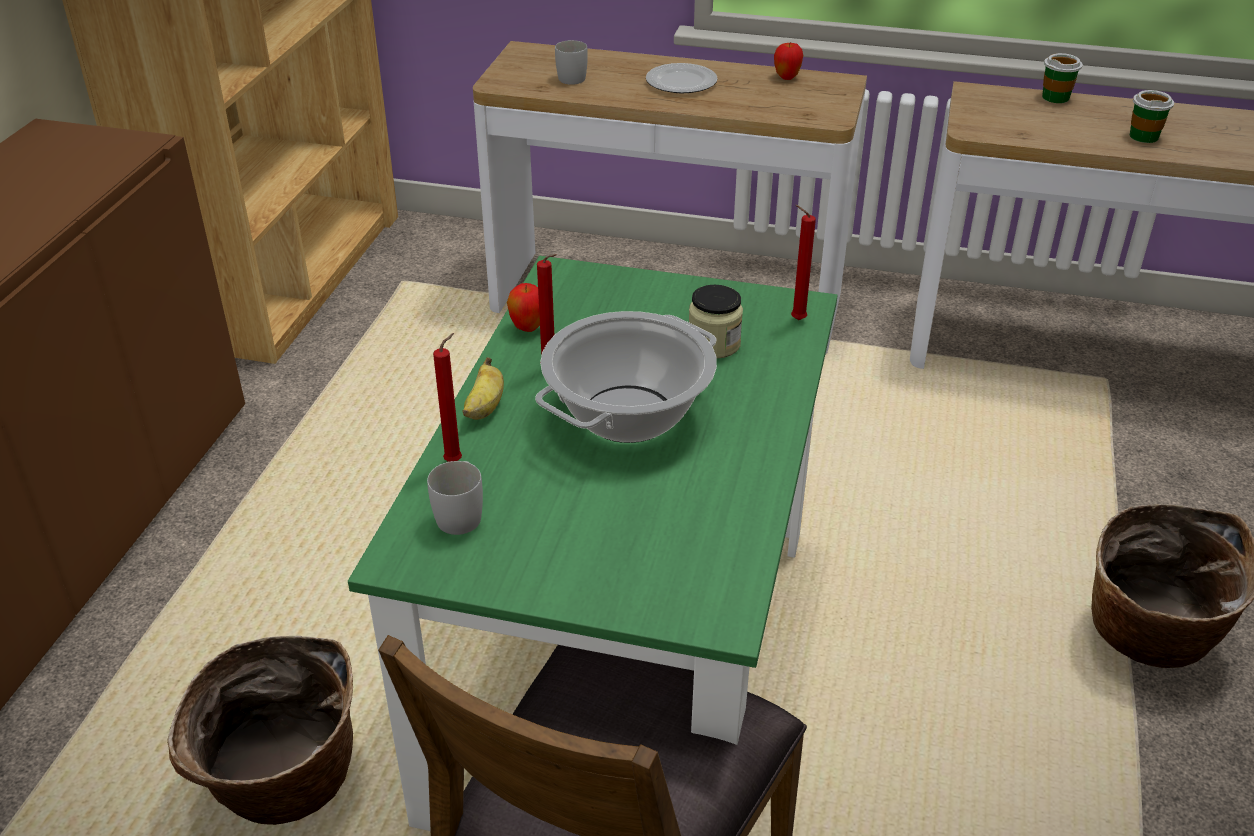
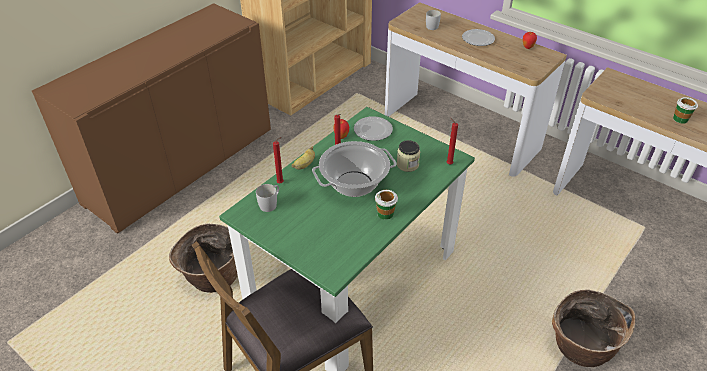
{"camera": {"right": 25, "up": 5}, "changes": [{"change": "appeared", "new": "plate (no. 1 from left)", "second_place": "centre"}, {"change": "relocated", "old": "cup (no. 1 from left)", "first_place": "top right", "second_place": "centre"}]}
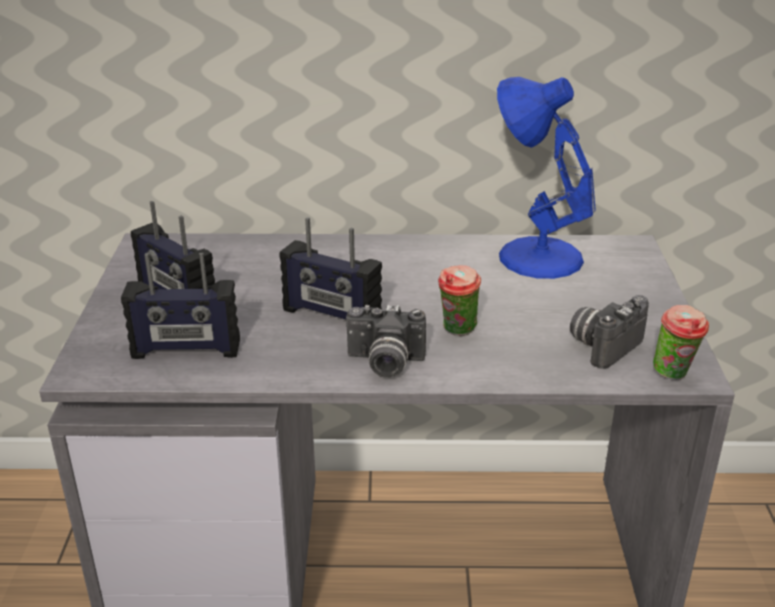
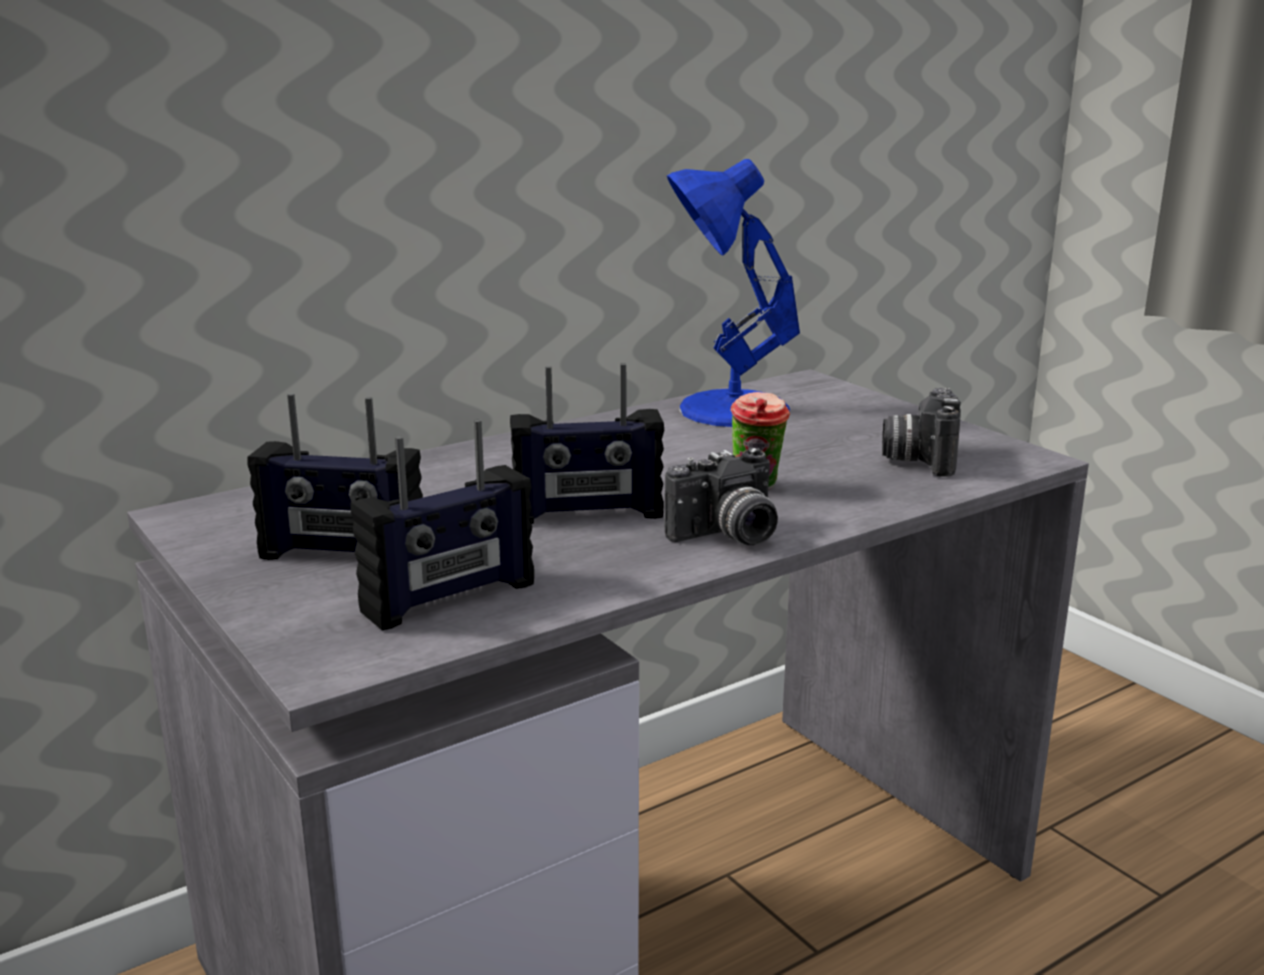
{"camera": {"right": -35, "up": -10}, "changes": [{"change": "missing", "old": "cup (no. 2 from left)", "first_place": "middle right"}]}
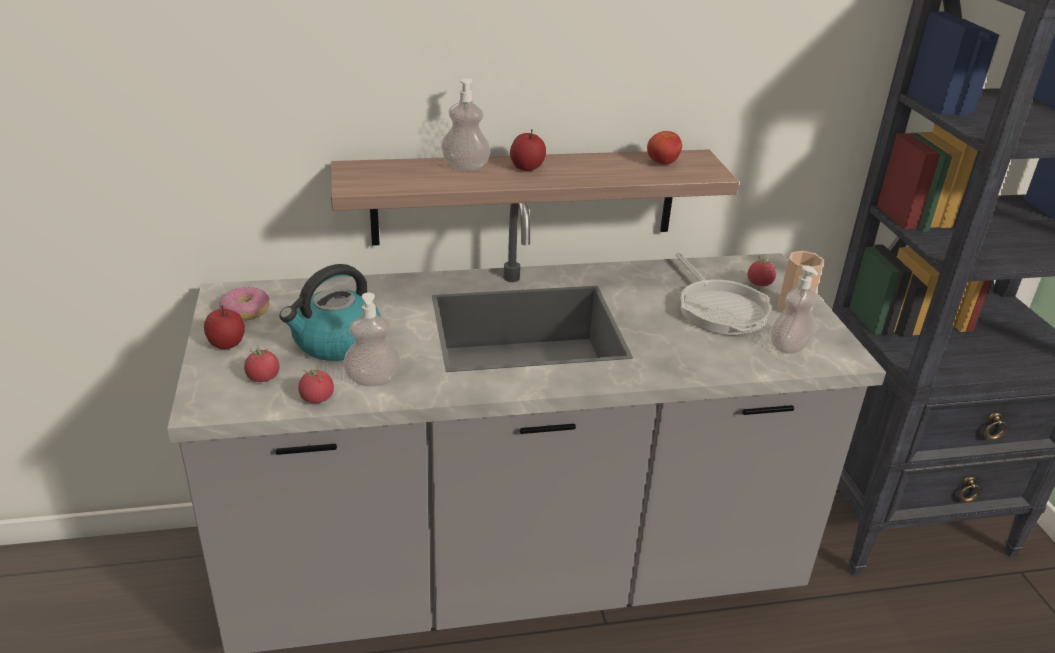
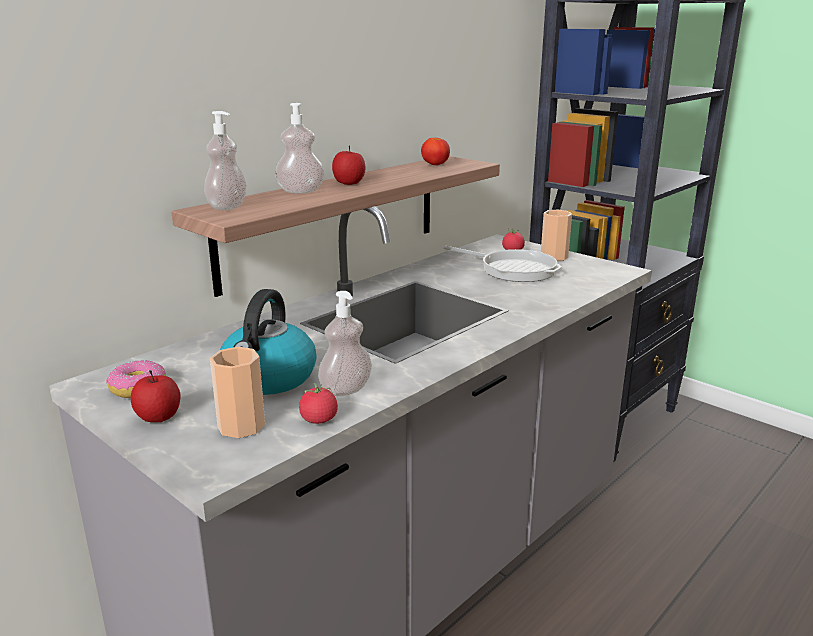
{"camera": {"right": -35, "up": -10}, "changes": [{"change": "relocated", "old": "soap dispenser (no. 3 from left in the first image)", "new": "soap dispenser (no. 1 from left)", "first_place": "middle right", "second_place": "top left"}, {"change": "exchanged", "old": "tomato (no. 1 from left)", "new": "cup (no. 1 from left)", "first_place": "middle left", "second_place": "middle left"}]}
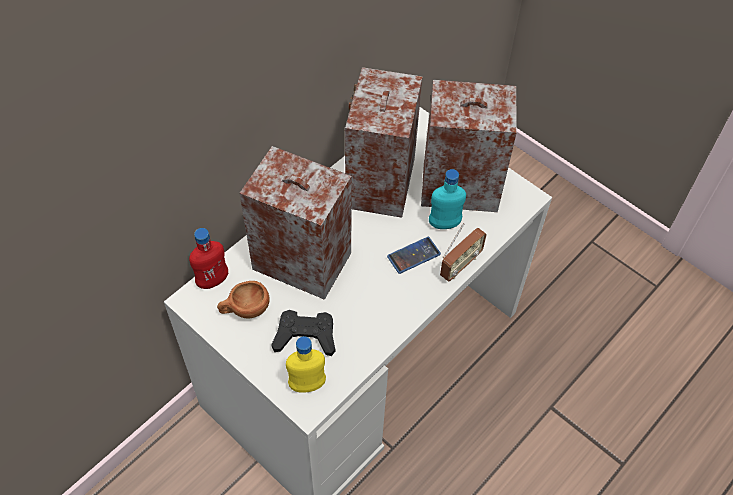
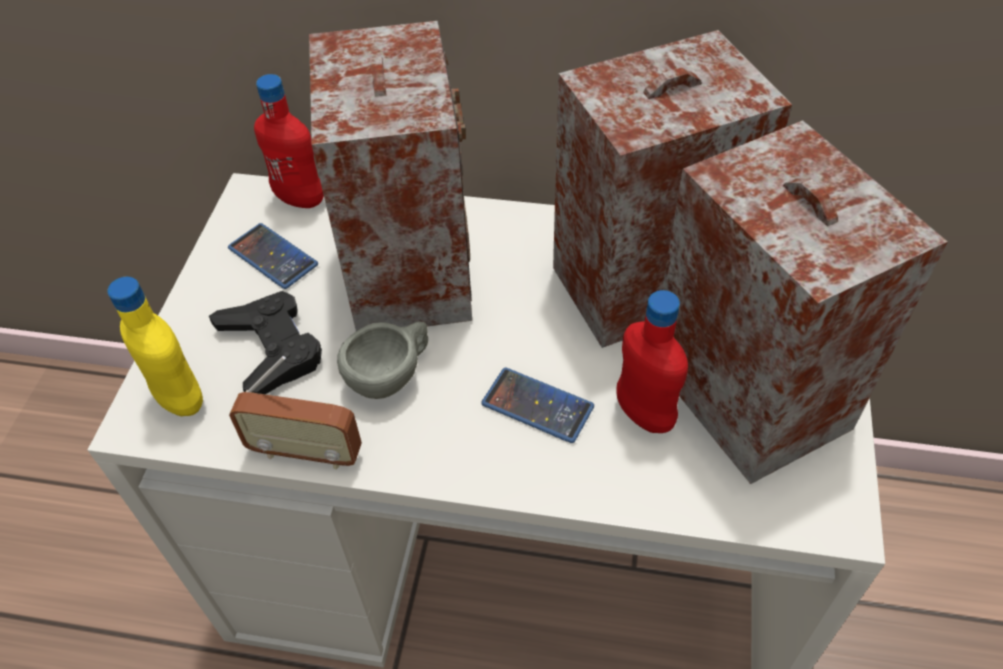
{"camera": {"right": 60, "up": -5}, "changes": [{"change": "exchanged", "old": "brown cup", "new": "phone (no. 1 from left)", "first_place": "middle left", "second_place": "middle left"}, {"change": "relocated", "old": "radio", "first_place": "centre", "second_place": "middle left"}, {"change": "appeared", "new": "grey cup", "second_place": "centre"}, {"change": "colour", "old": "turquoise bottle", "new": "red bottle (no. 2 from left)", "first_place": "centre", "second_place": "centre"}]}
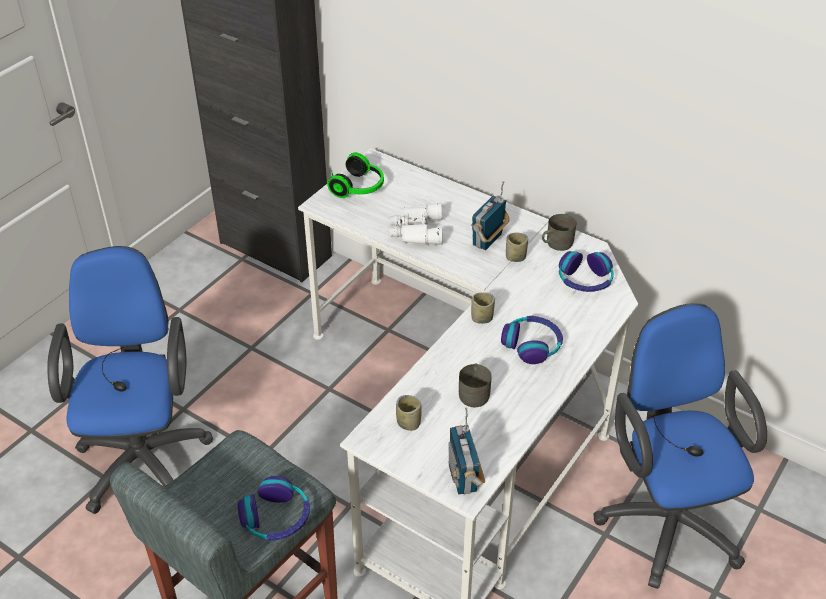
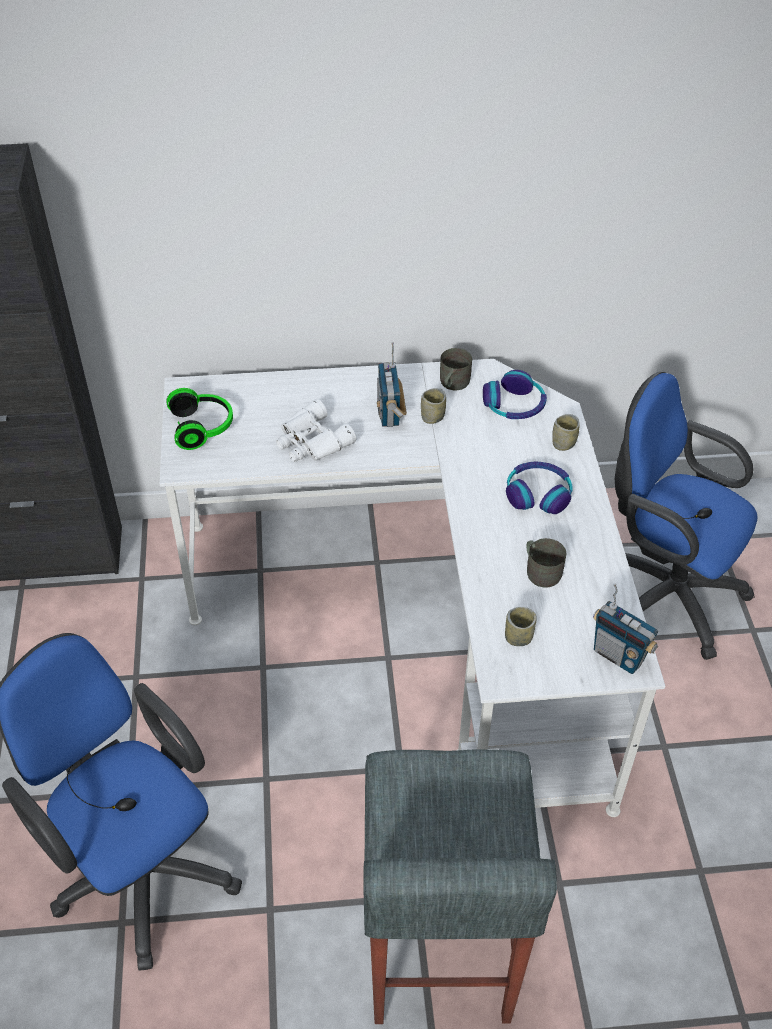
{"camera": {"right": -40, "up": 5}, "changes": [{"change": "relocated", "old": "cup (no. 2 from left in the first image)", "new": "cup (no. 3 from left)", "first_place": "centre", "second_place": "middle right"}, {"change": "missing", "old": "headphones (no. 1 from left)", "first_place": "bottom left"}]}
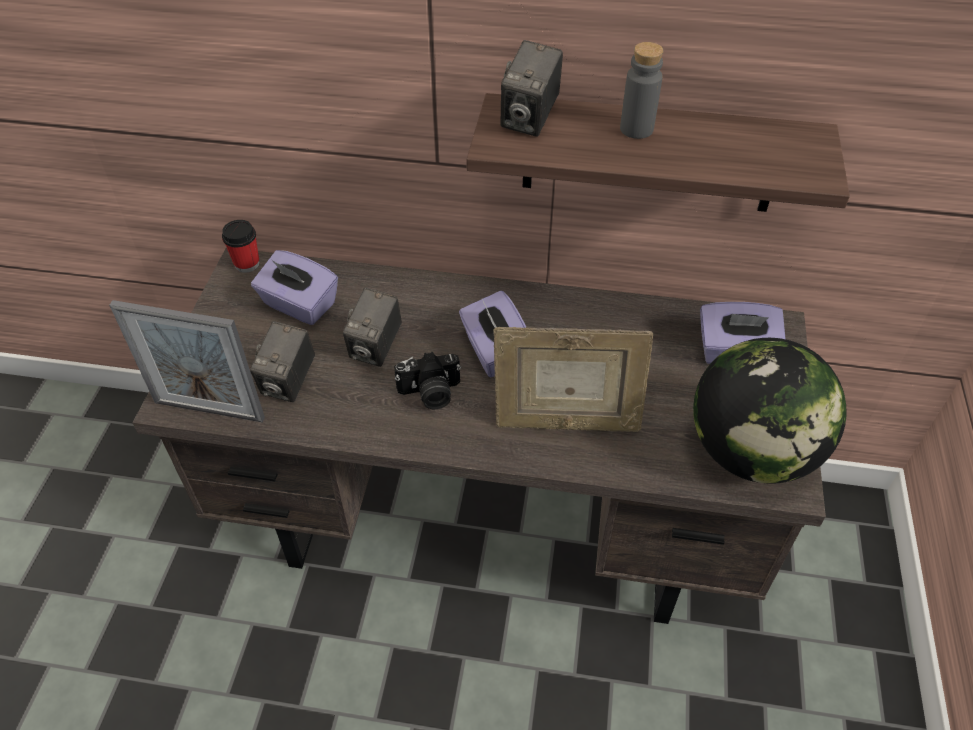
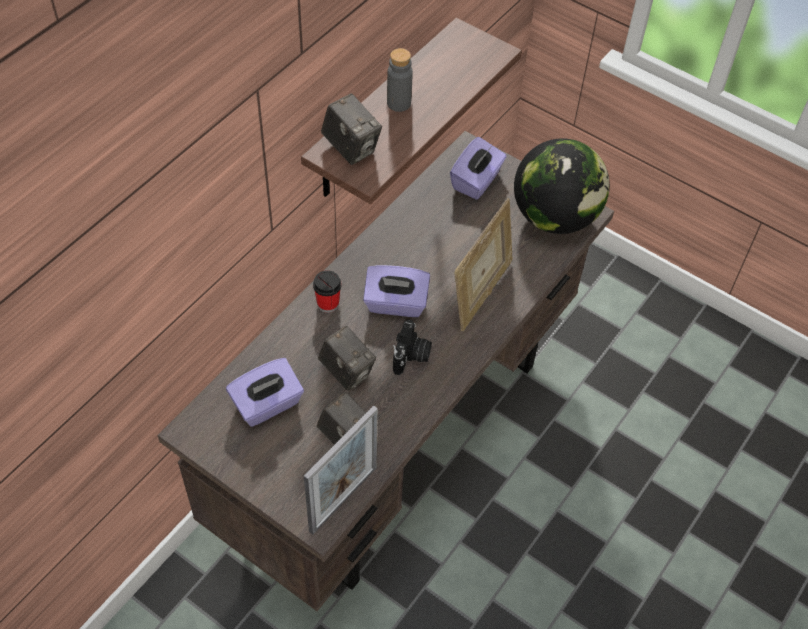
{"camera": {"right": -65, "up": 5}, "changes": [{"change": "relocated", "old": "cup", "first_place": "middle left", "second_place": "centre"}]}
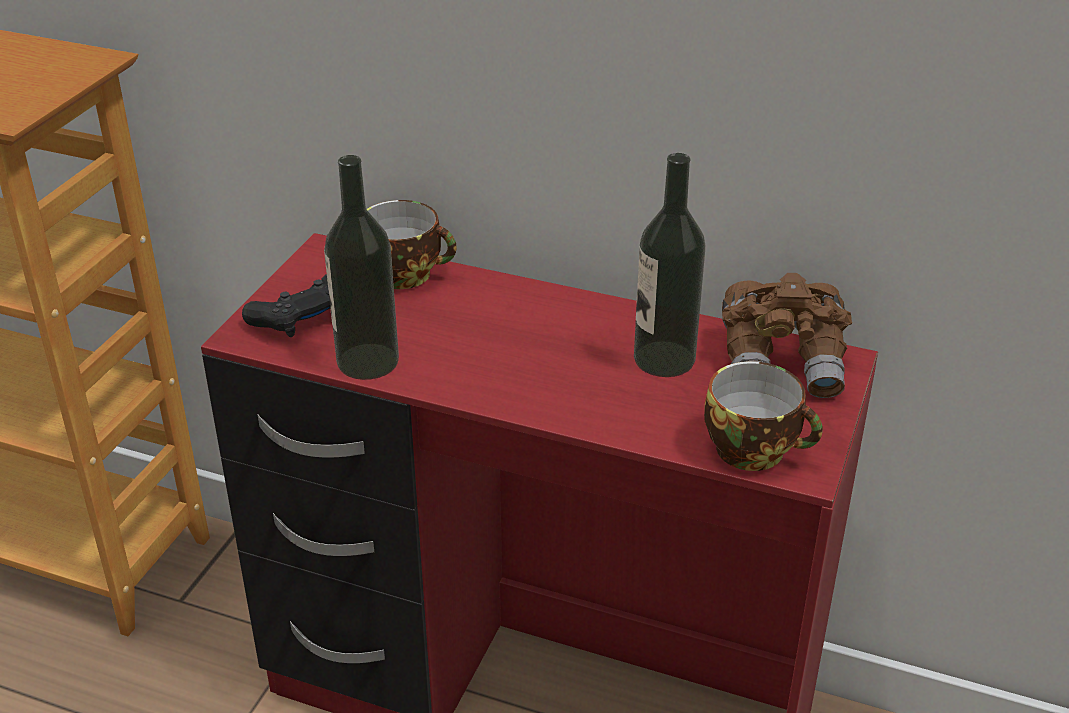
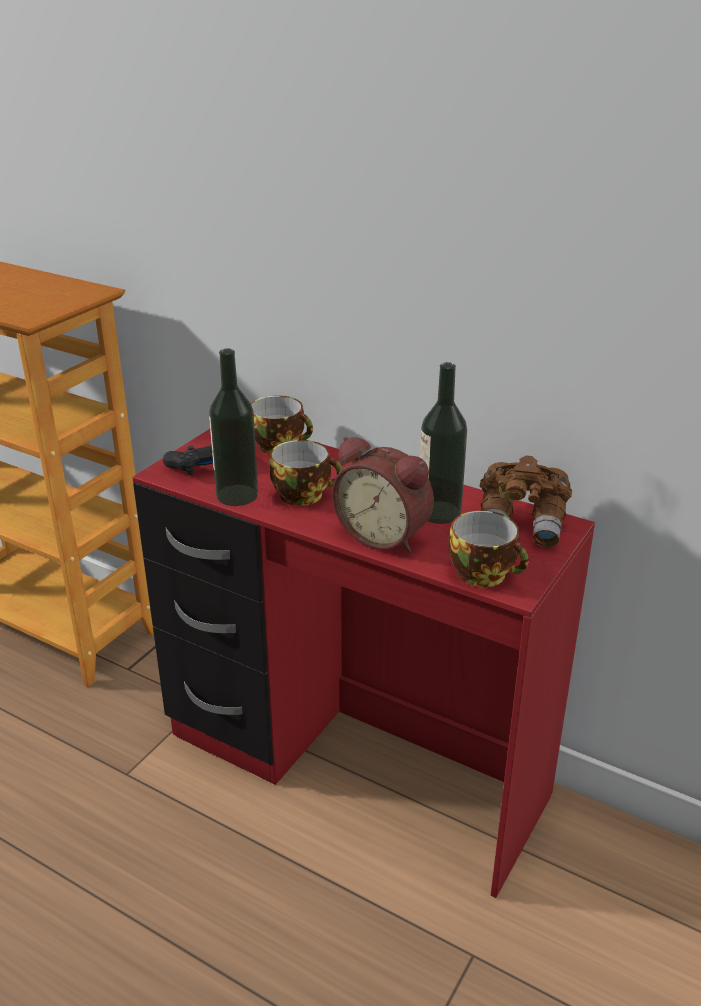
{"camera": {"right": 10, "up": -5}, "changes": [{"change": "appeared", "new": "cup (no. 2 from left)", "second_place": "centre"}, {"change": "appeared", "new": "alarm clock", "second_place": "centre"}]}
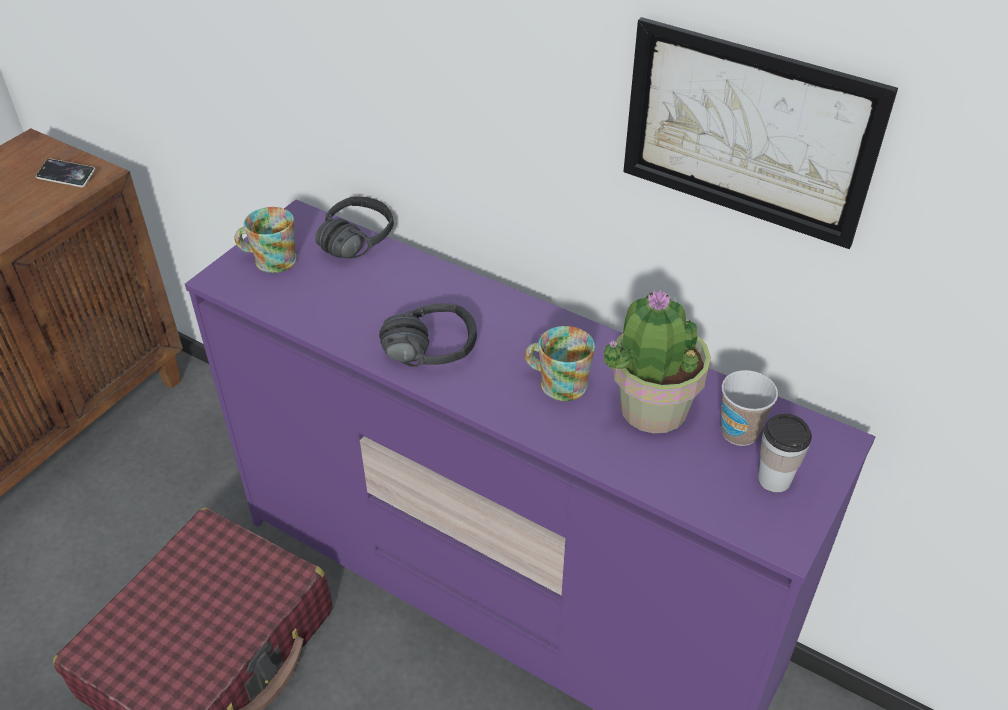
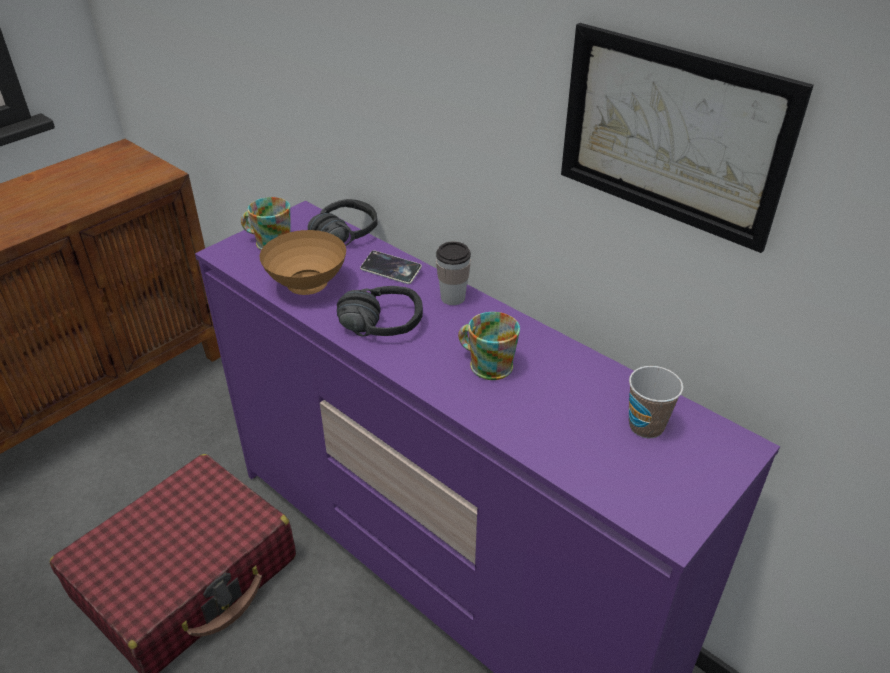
{"camera": {"right": 10, "up": -5}, "changes": [{"change": "appeared", "new": "brown bowl", "second_place": "centre"}, {"change": "relocated", "old": "phone", "first_place": "top left", "second_place": "centre"}, {"change": "relocated", "old": "cup (no. 2 from left in the first image)", "new": "cup (no. 1 from left)", "first_place": "middle right", "second_place": "centre"}, {"change": "missing", "old": "potted plant", "first_place": "centre"}]}
